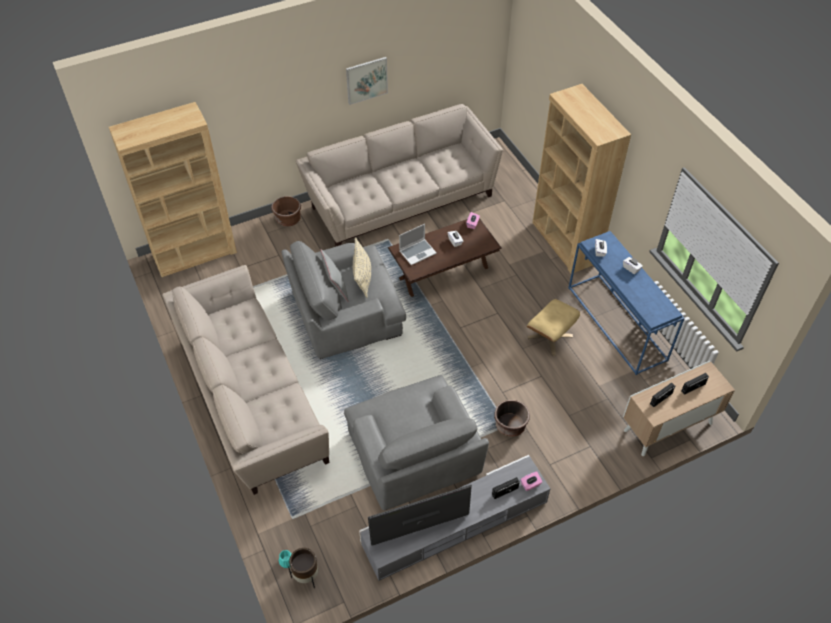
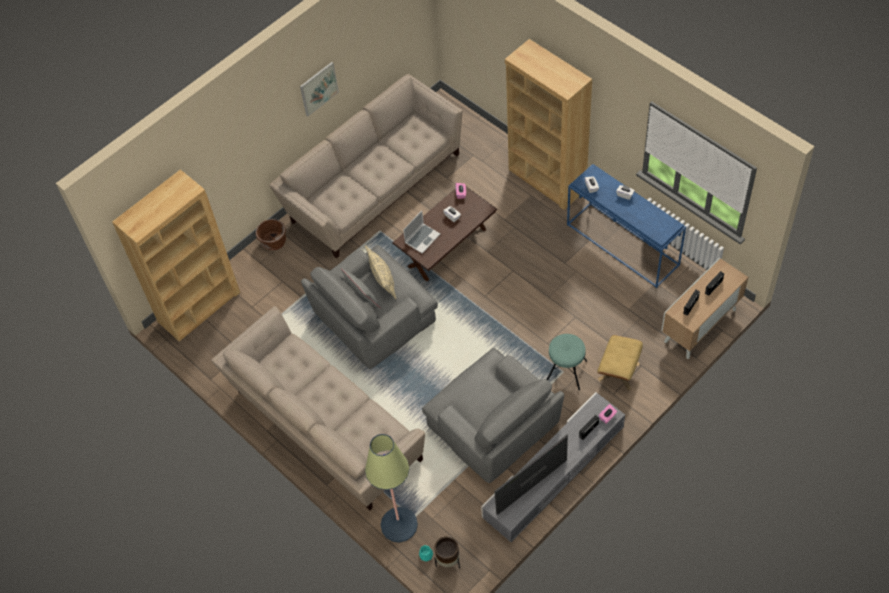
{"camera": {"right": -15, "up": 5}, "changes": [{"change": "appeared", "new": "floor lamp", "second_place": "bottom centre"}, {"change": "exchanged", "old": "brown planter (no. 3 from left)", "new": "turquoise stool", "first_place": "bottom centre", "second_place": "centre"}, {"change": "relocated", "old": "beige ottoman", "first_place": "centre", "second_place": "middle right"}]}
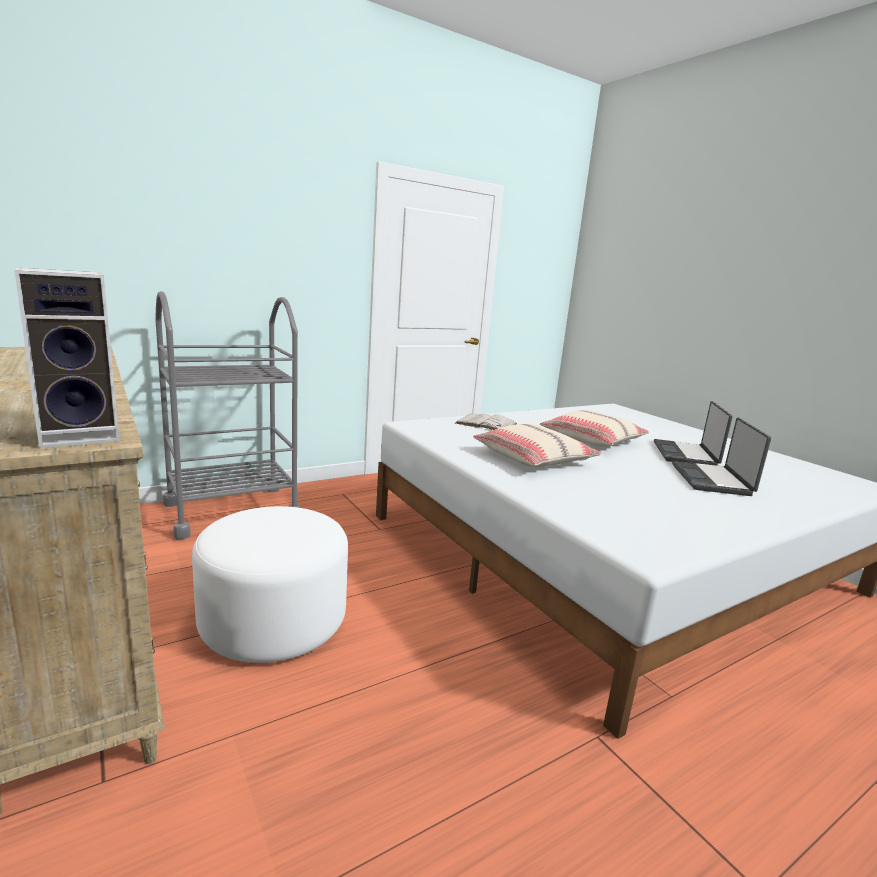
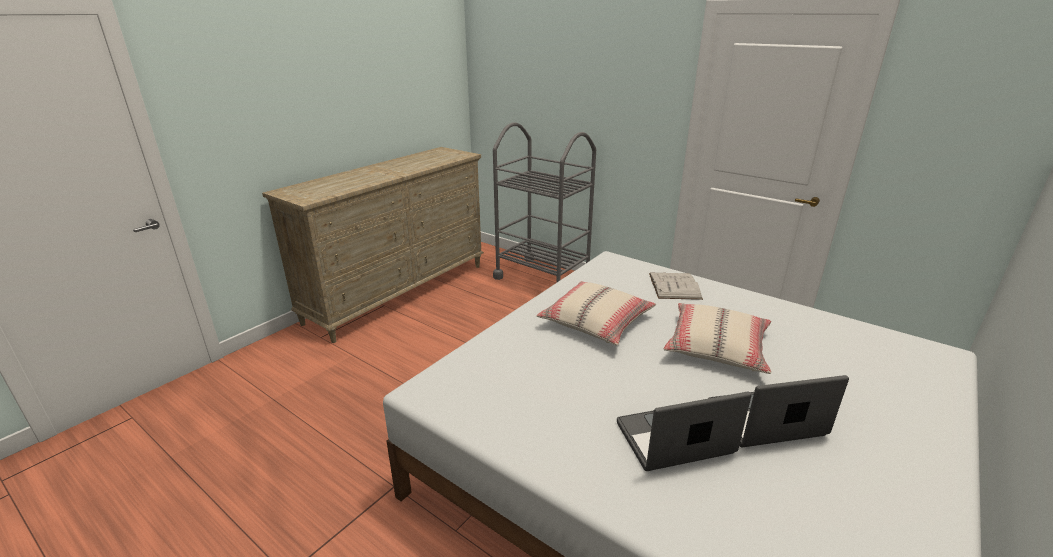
{"camera": {"right": 70, "up": 10}, "changes": [{"change": "missing", "old": "speaker", "first_place": "middle left"}, {"change": "missing", "old": "white ottoman", "first_place": "middle left"}]}
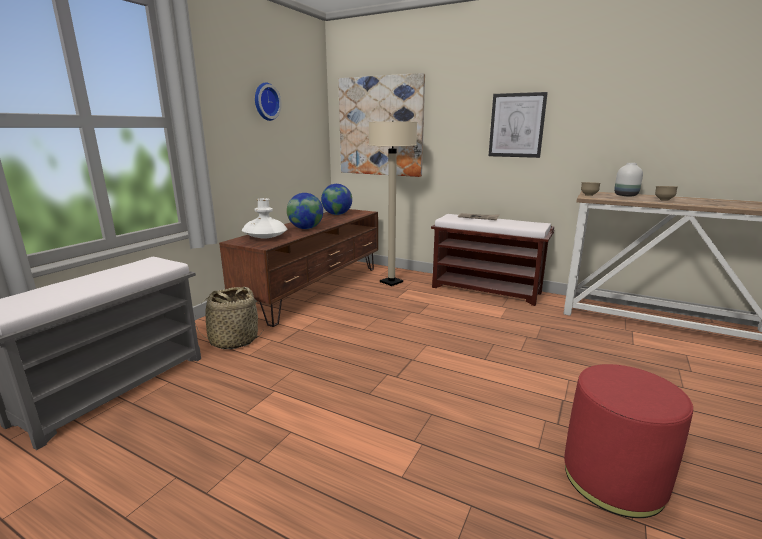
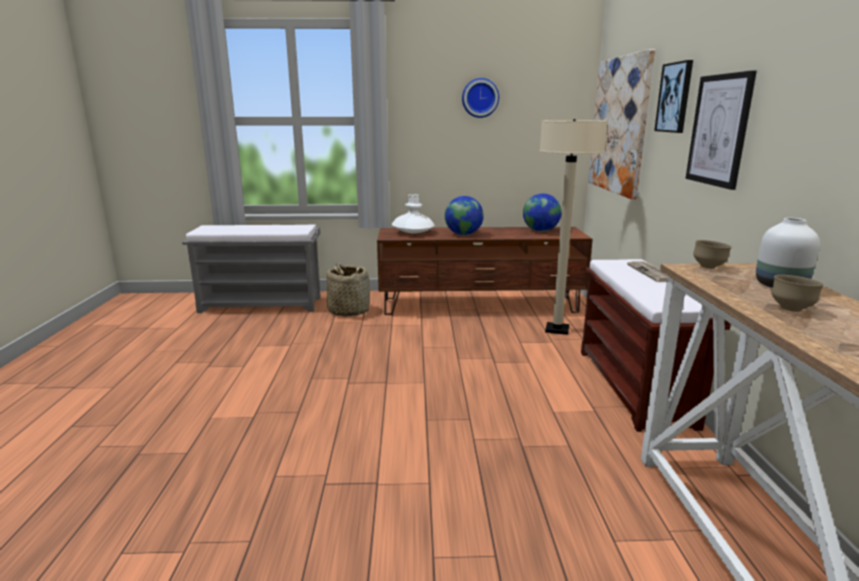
{"camera": {"right": 60, "up": 0}, "changes": [{"change": "appeared", "new": "picture (no. 2 from left)", "second_place": "top right"}, {"change": "missing", "old": "red ottoman", "first_place": "bottom right"}]}
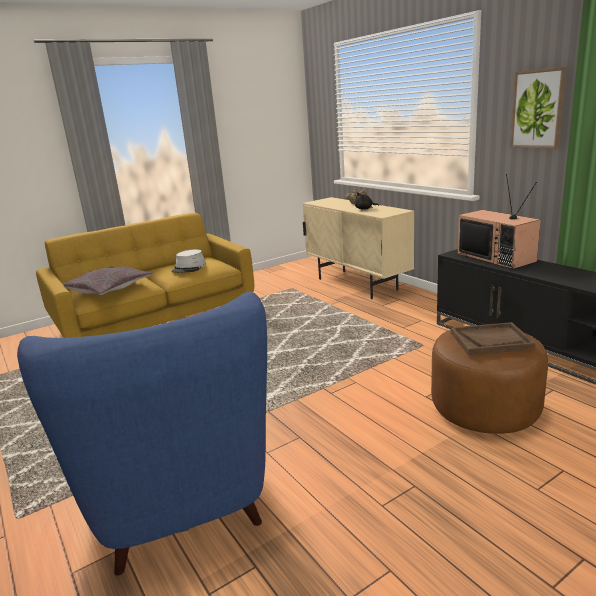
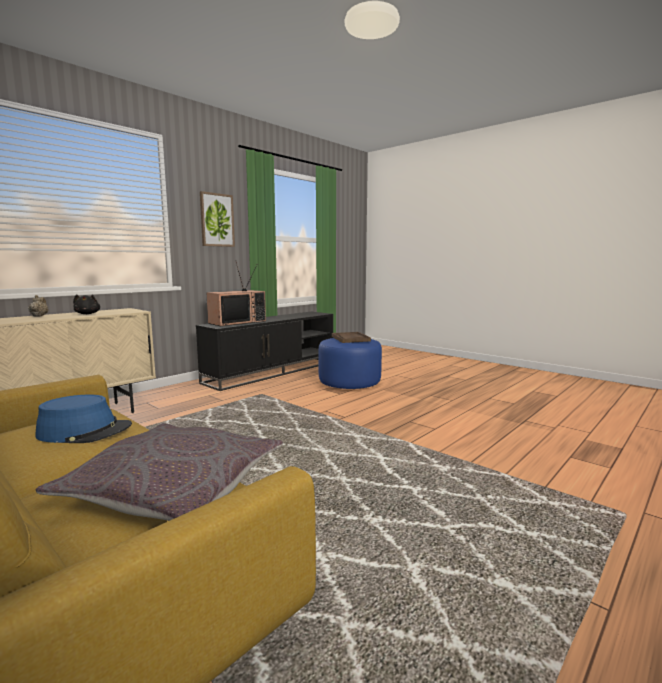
{"camera": {"right": -105, "up": -10}, "changes": [{"change": "colour", "old": "grey hat", "new": "blue hat", "first_place": "middle left", "second_place": "middle left"}, {"change": "colour", "old": "brown ottoman", "new": "blue ottoman", "first_place": "middle right", "second_place": "centre"}, {"change": "missing", "old": "blue armchair", "first_place": "bottom left"}]}
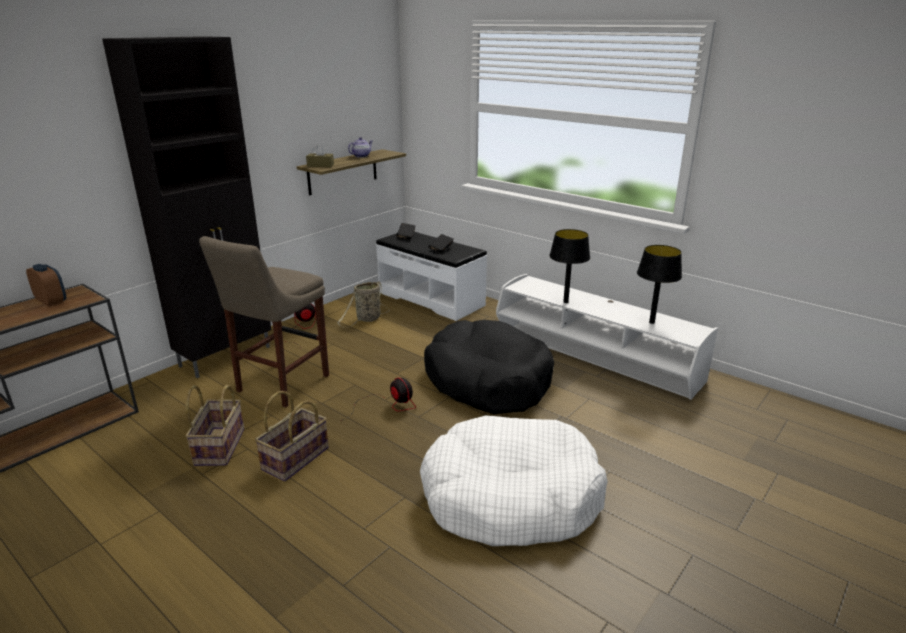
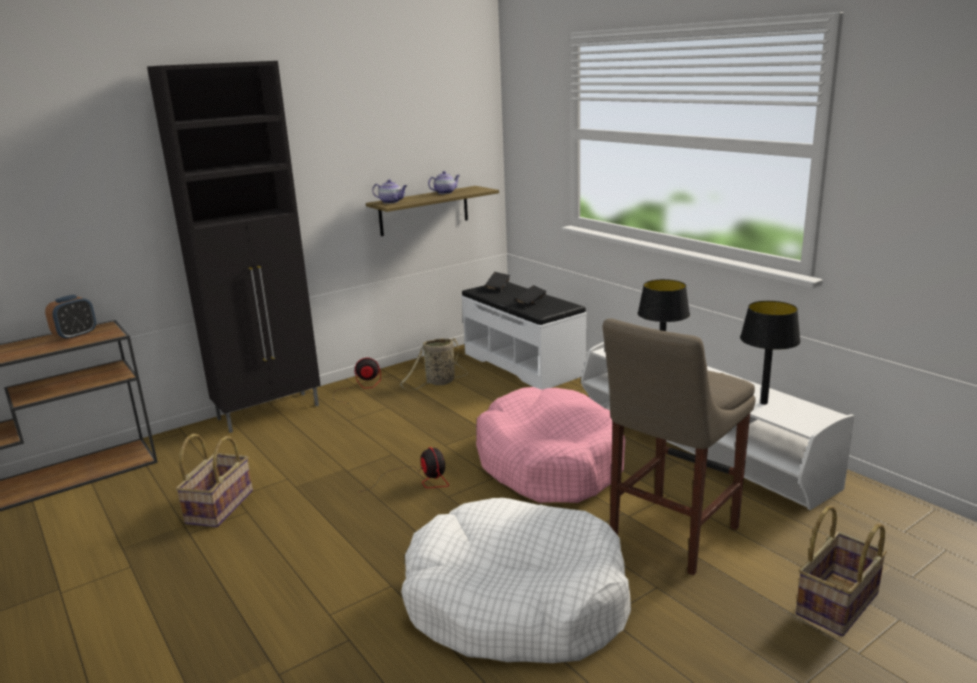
{"camera": {"right": 15, "up": -5}, "changes": [{"change": "spun", "old": "alarm clock", "first_place": "middle left", "second_place": "middle left", "degrees": 75}, {"change": "exchanged", "old": "brown tissue box", "new": "teapot (no. 1 from left)", "first_place": "top centre", "second_place": "top centre"}, {"change": "colour", "old": "black dog bed", "new": "pink dog bed", "first_place": "centre", "second_place": "centre"}, {"change": "relocated", "old": "beige stool", "first_place": "middle left", "second_place": "middle right"}, {"change": "relocated", "old": "basket (no. 2 from left in the first image)", "new": "basket (no. 3 from left)", "first_place": "bottom left", "second_place": "bottom right"}]}
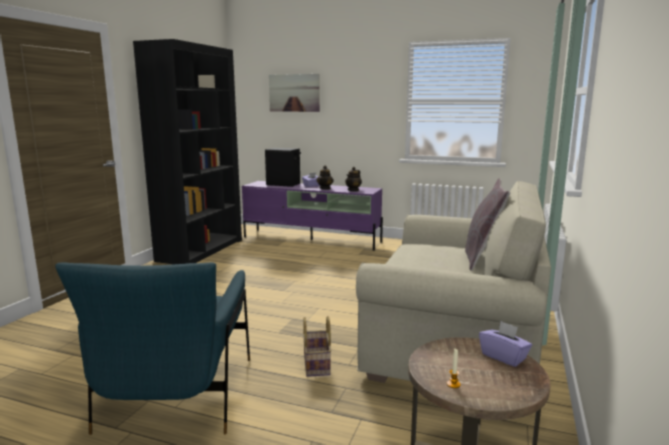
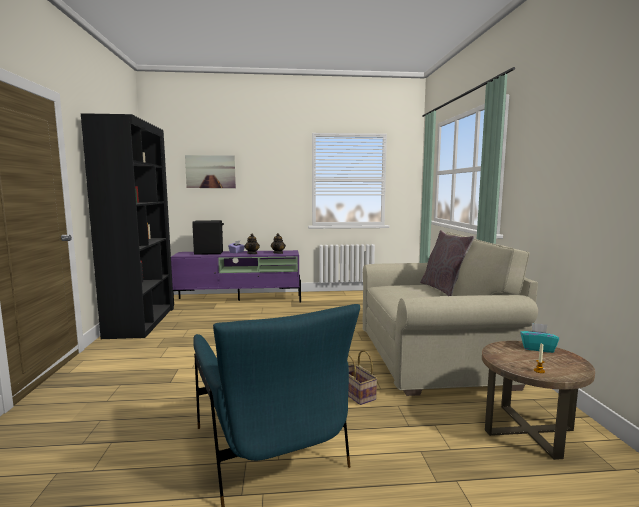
{"camera": {"right": -25, "up": -5}, "changes": [{"change": "colour", "old": "purple tissue box (no. 2 from left)", "new": "turquoise tissue box", "first_place": "bottom right", "second_place": "bottom right"}]}
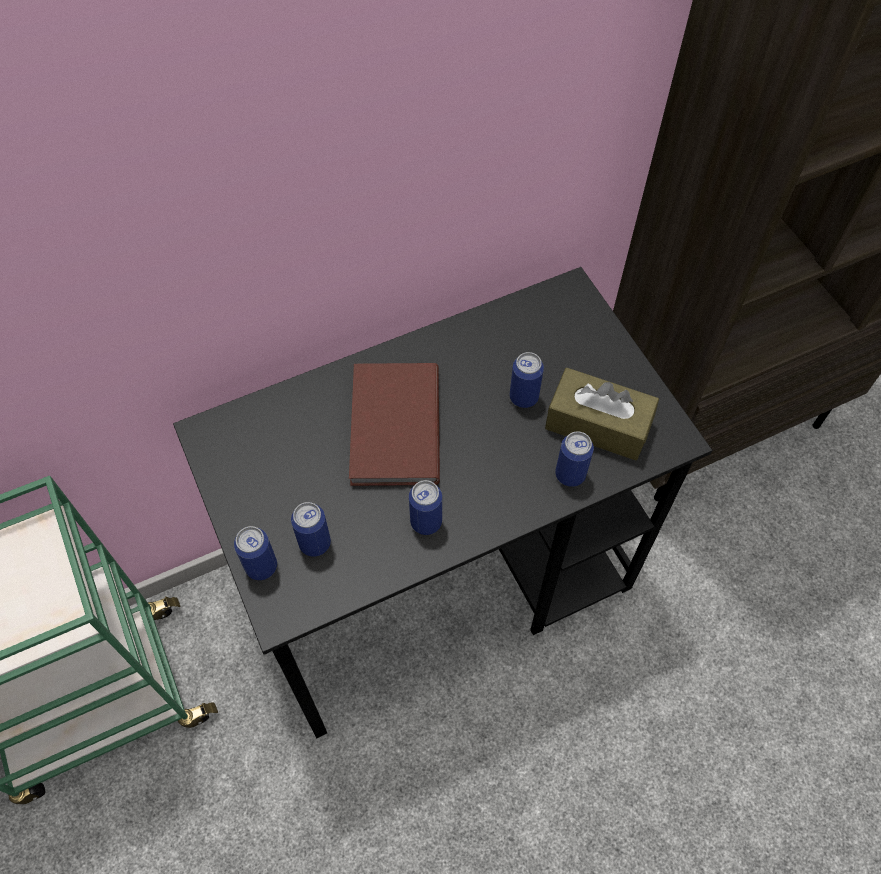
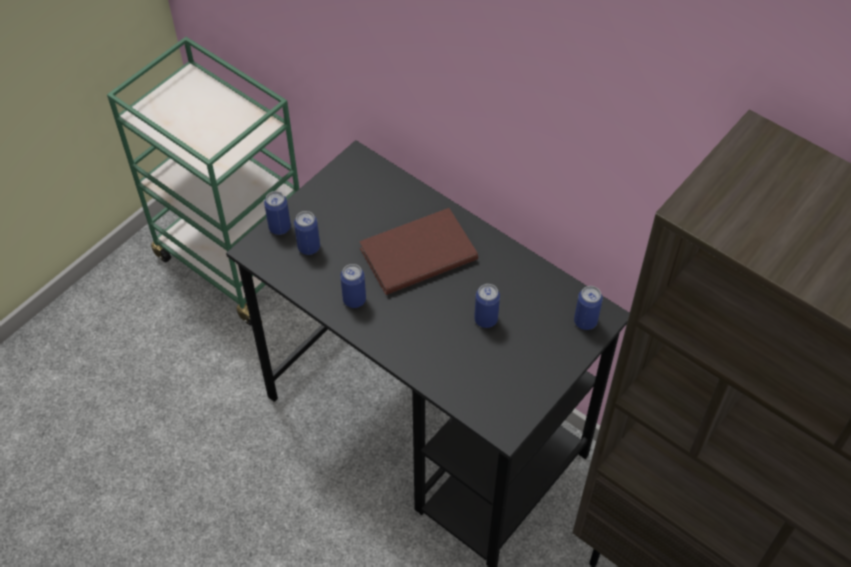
{"camera": {"right": 65, "up": -5}, "changes": [{"change": "relocated", "old": "can (no. 5 from left)", "first_place": "centre", "second_place": "middle right"}, {"change": "missing", "old": "brown tissue box", "first_place": "middle right"}]}
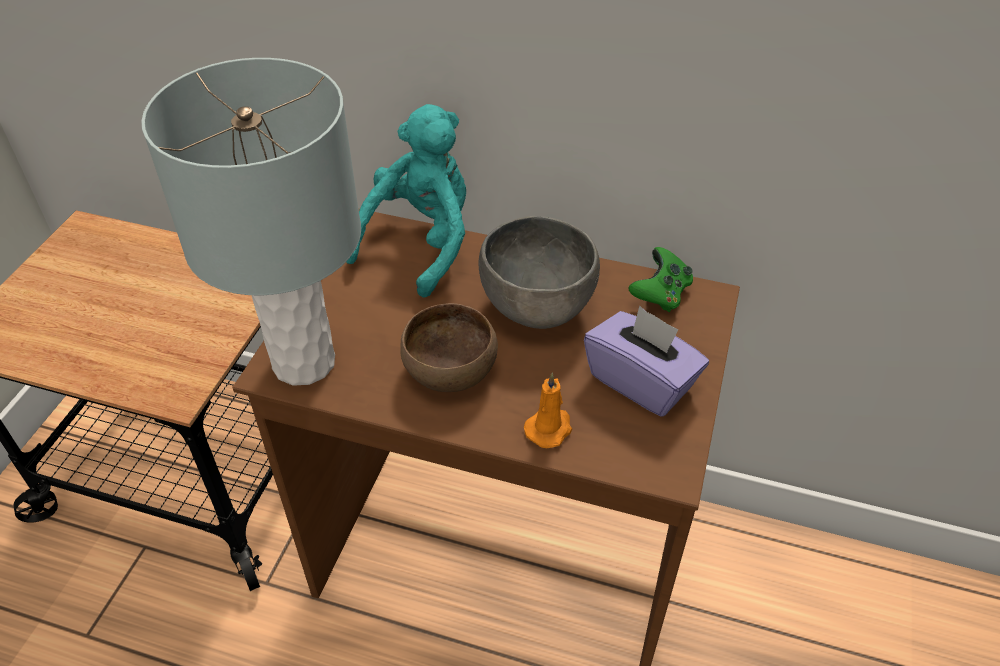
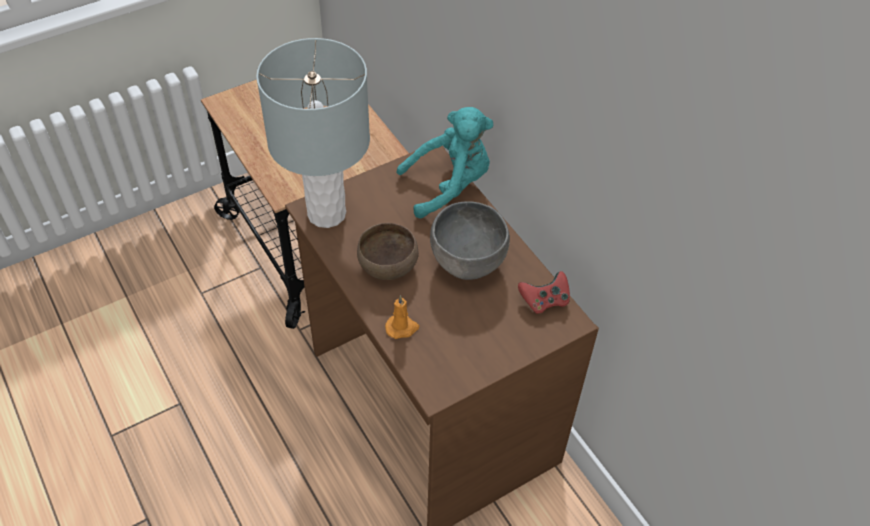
{"camera": {"right": 40, "up": 5}, "changes": [{"change": "colour", "old": "green game controller", "new": "red game controller", "first_place": "centre", "second_place": "centre"}, {"change": "missing", "old": "purple tissue box", "first_place": "centre"}]}
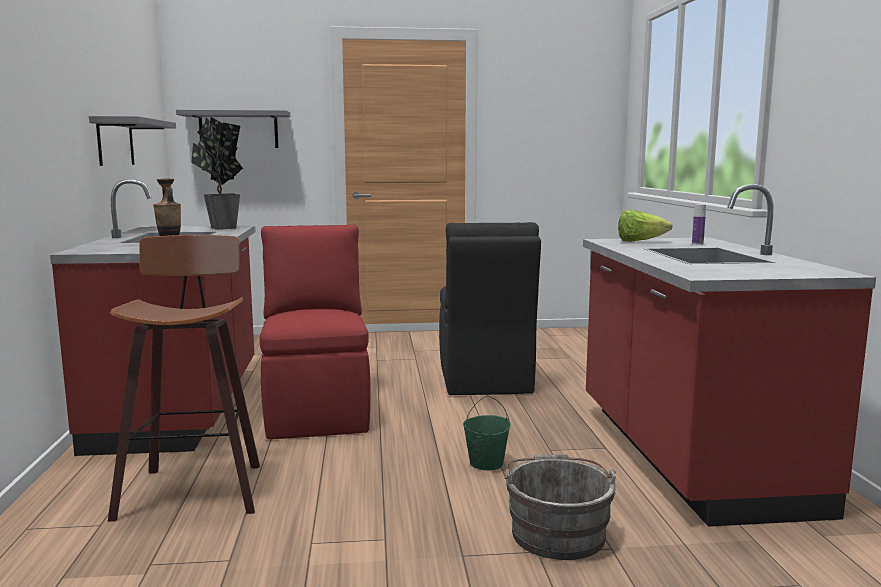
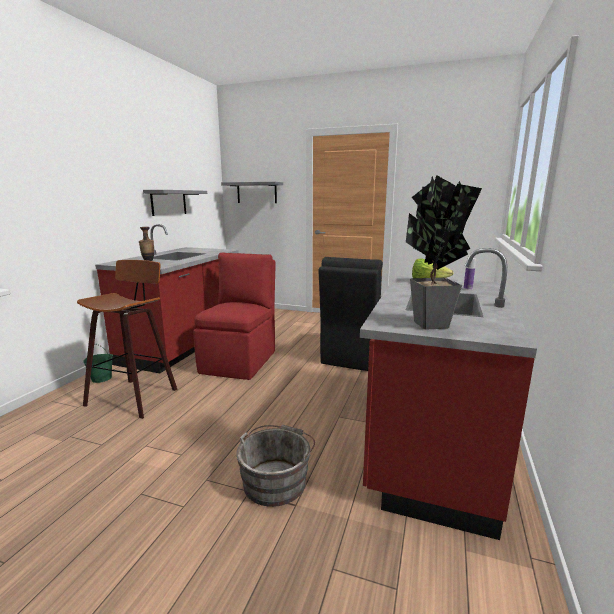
{"camera": {"right": 25, "up": 5}, "changes": [{"change": "relocated", "old": "green bucket", "first_place": "bottom centre", "second_place": "middle left"}, {"change": "relocated", "old": "potted plant", "first_place": "top left", "second_place": "middle right"}]}
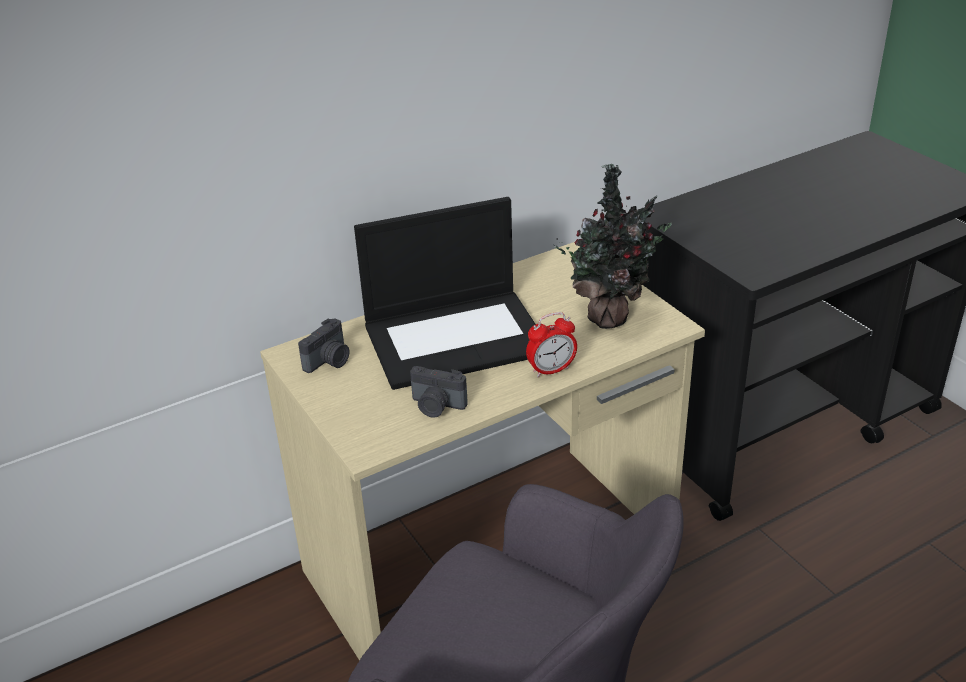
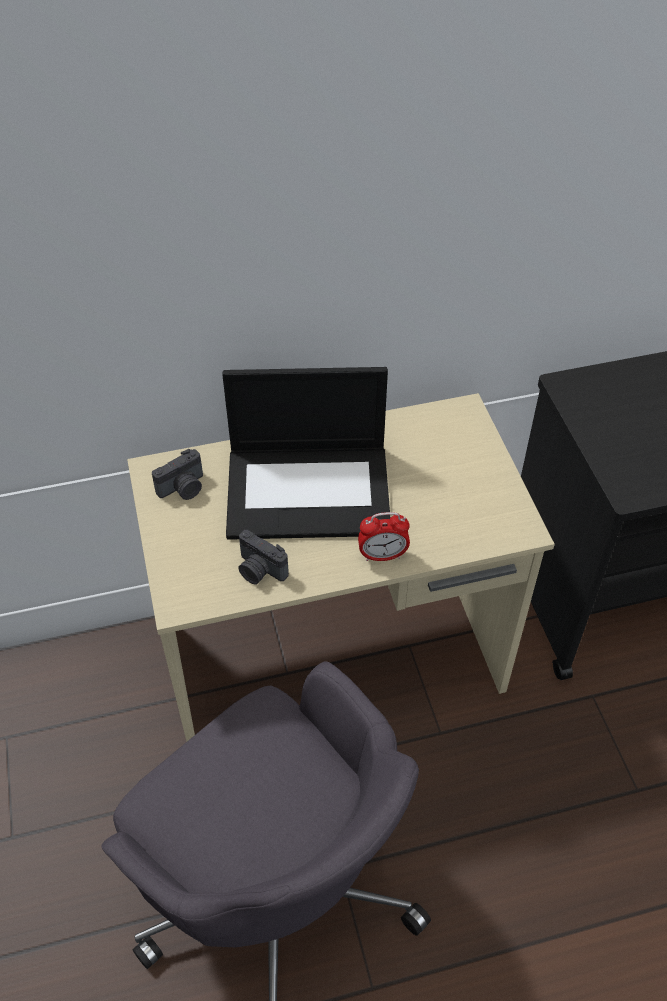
{"camera": {"right": 15, "up": 15}, "changes": [{"change": "missing", "old": "potted plant", "first_place": "centre"}]}
